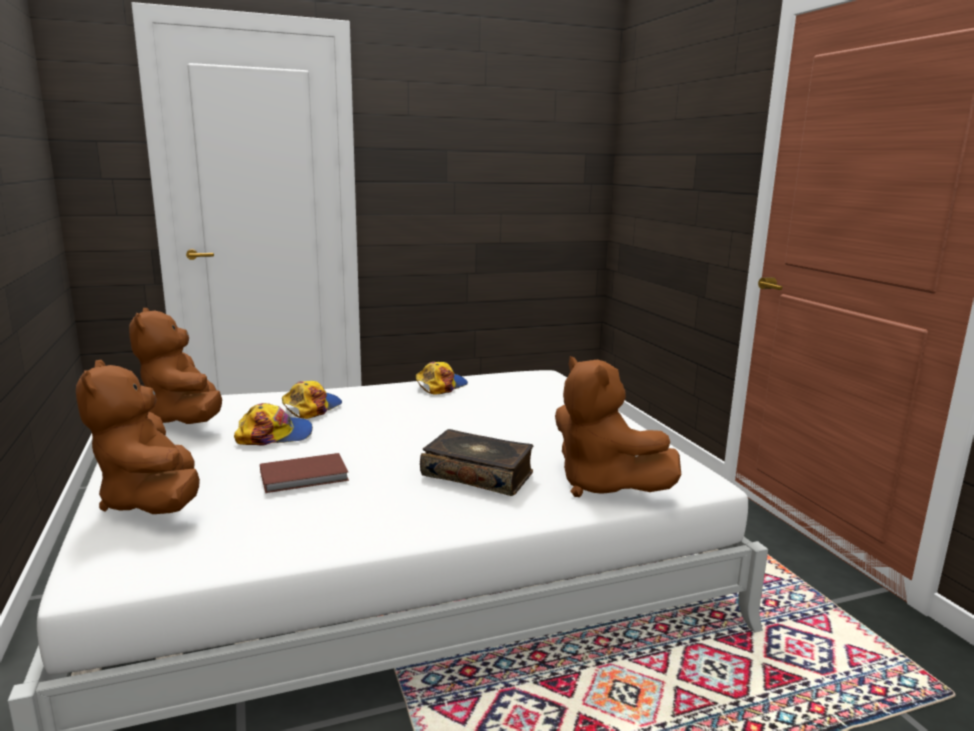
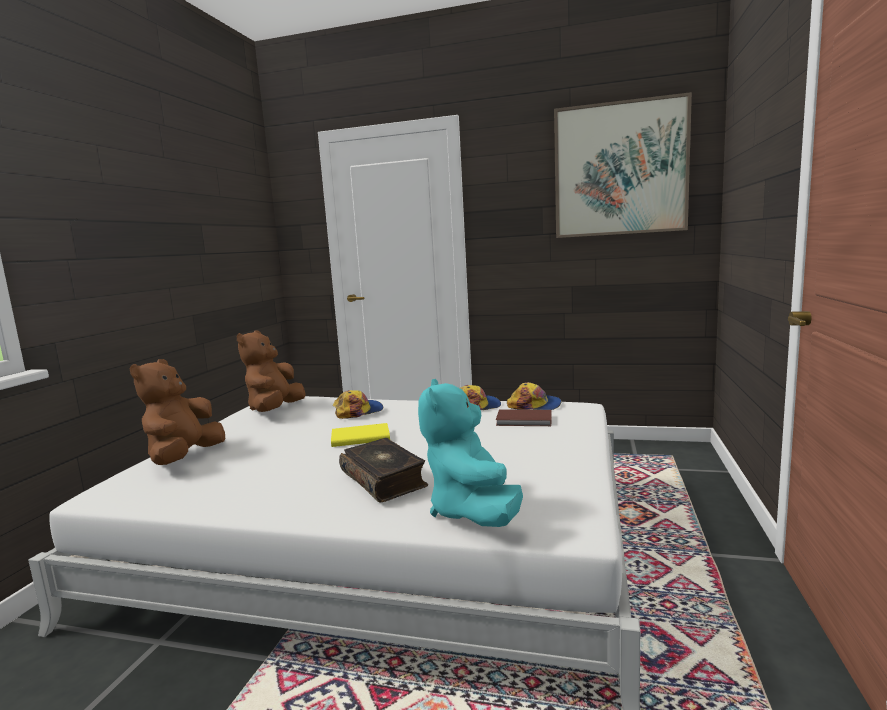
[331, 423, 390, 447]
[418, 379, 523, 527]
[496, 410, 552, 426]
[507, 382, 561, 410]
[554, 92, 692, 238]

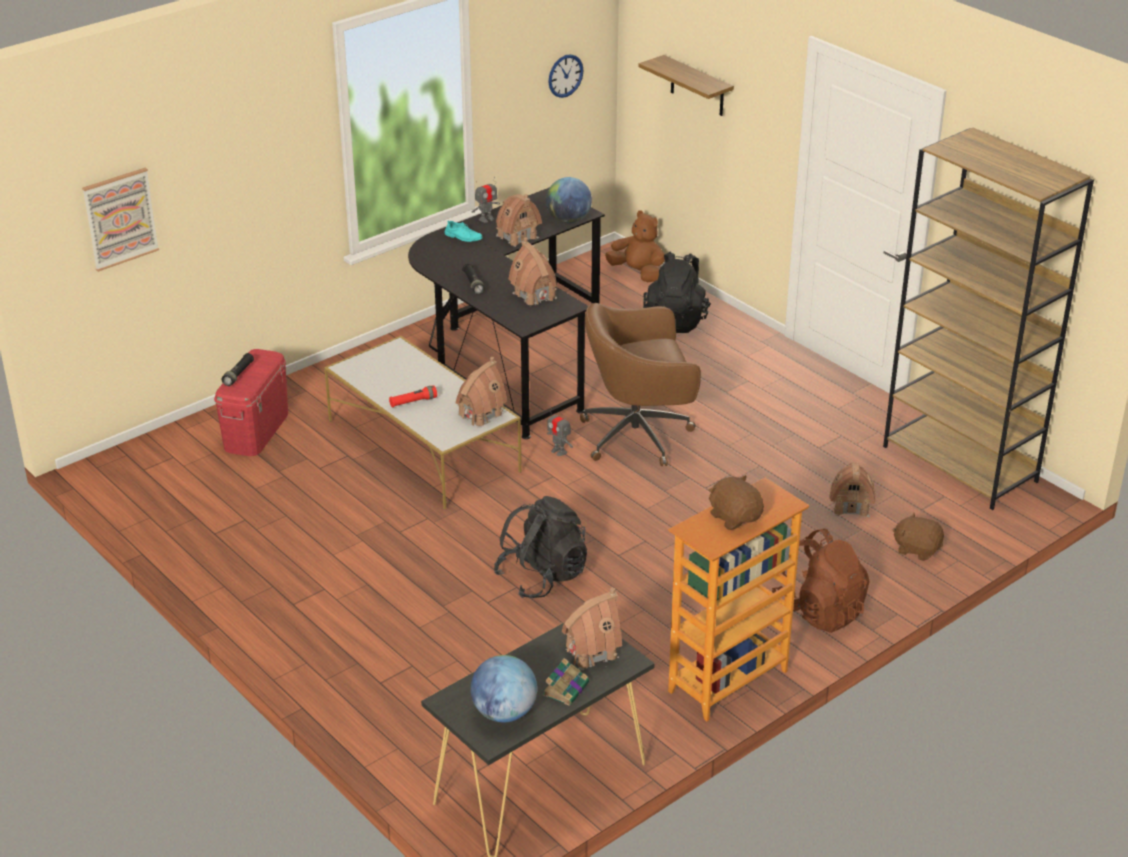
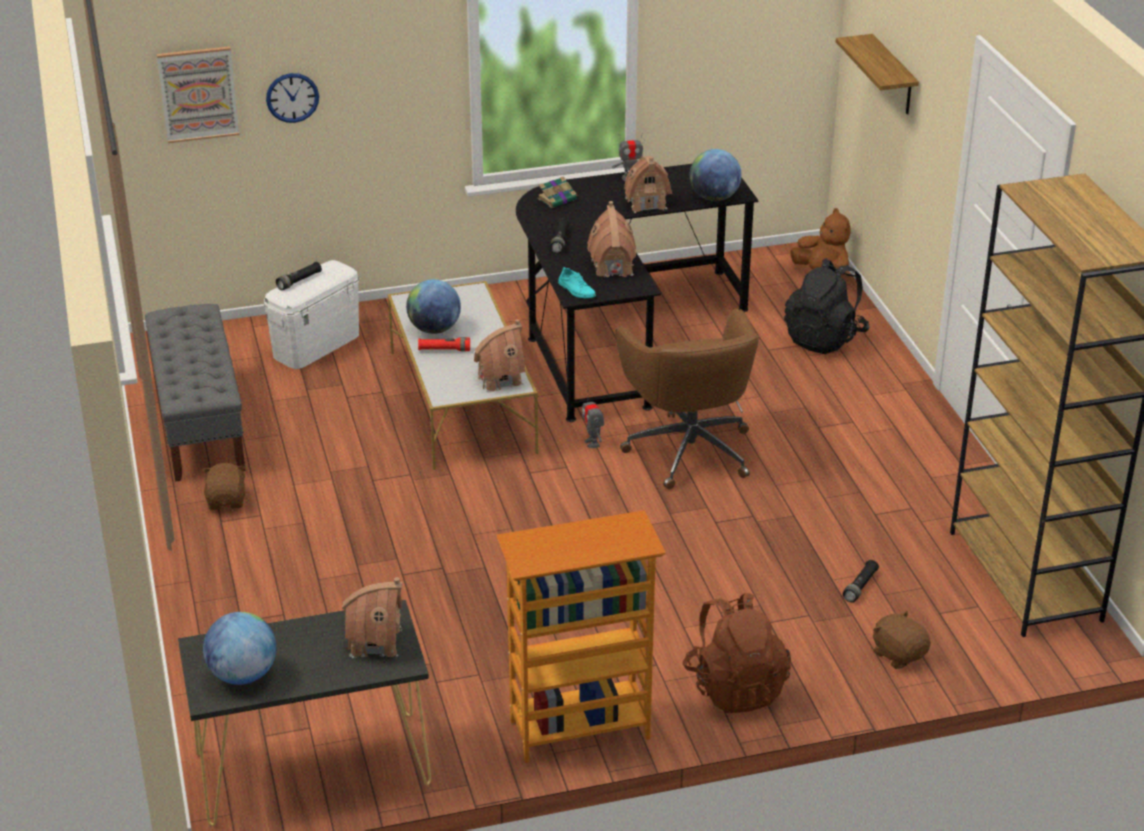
[145, 304, 246, 482]
[202, 463, 246, 510]
[264, 260, 359, 369]
[266, 73, 319, 123]
[406, 279, 461, 334]
[537, 176, 578, 208]
[558, 267, 596, 298]
[615, 309, 759, 489]
[843, 560, 879, 602]
[494, 496, 587, 598] (first image)

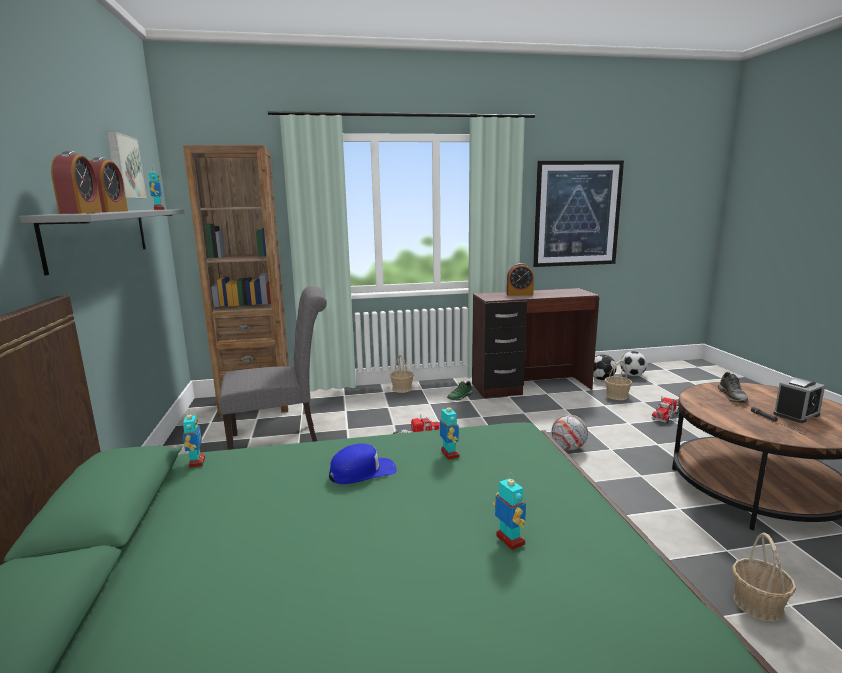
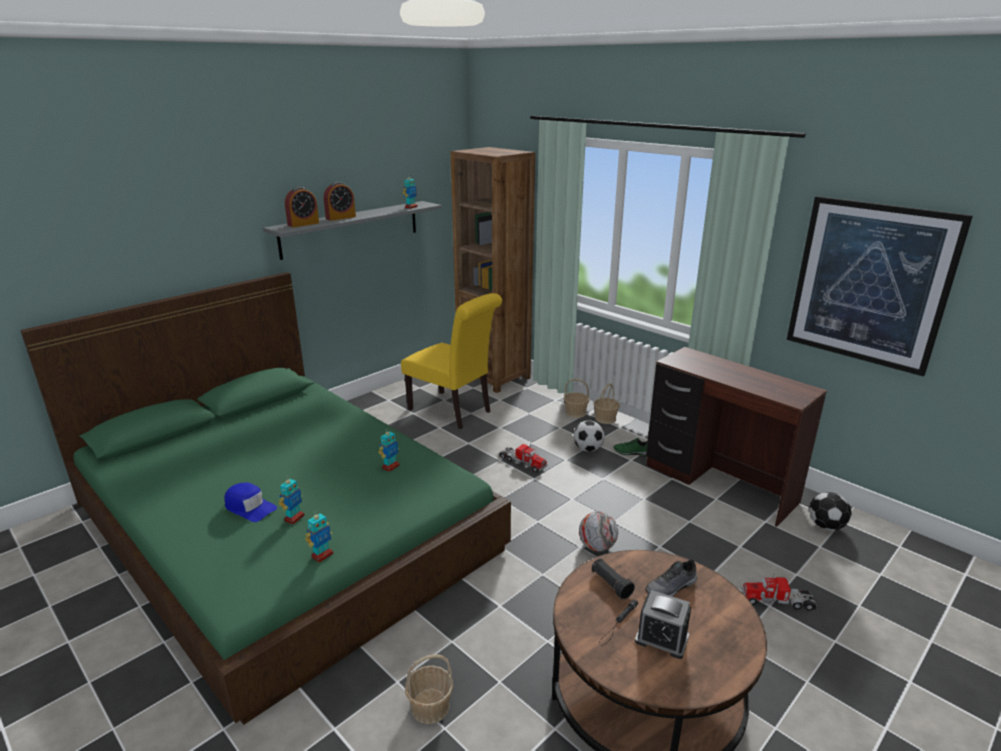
[224, 483, 277, 522]
[305, 513, 334, 562]
[401, 293, 502, 429]
[564, 379, 589, 418]
[573, 421, 605, 451]
[592, 558, 635, 600]
[106, 131, 147, 198] (first image)
[507, 263, 534, 296] (first image)

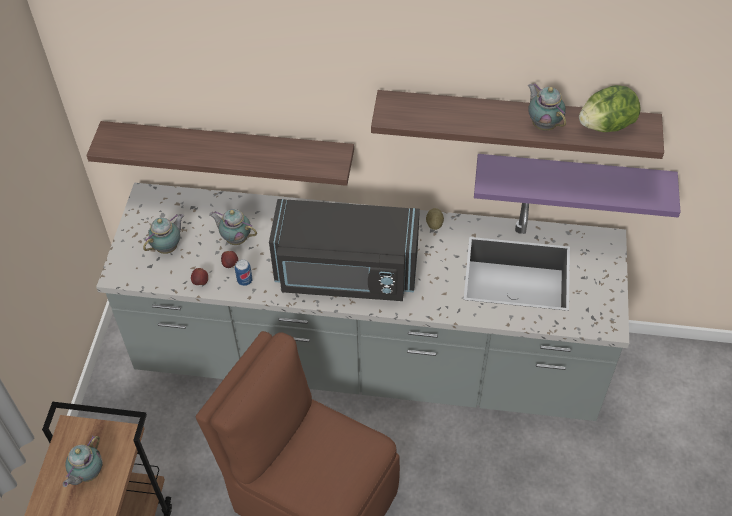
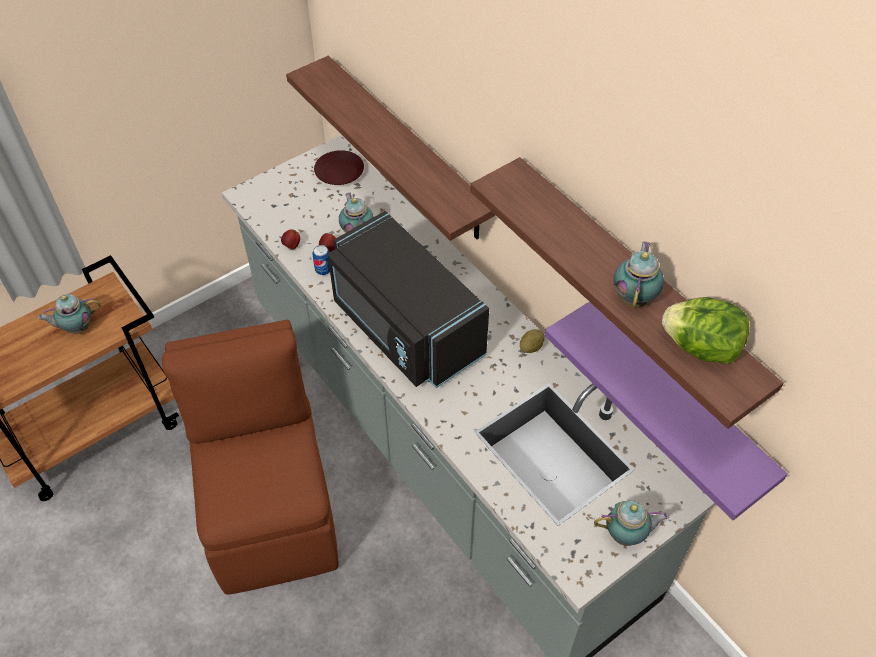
[314, 150, 364, 185]
[594, 500, 669, 546]

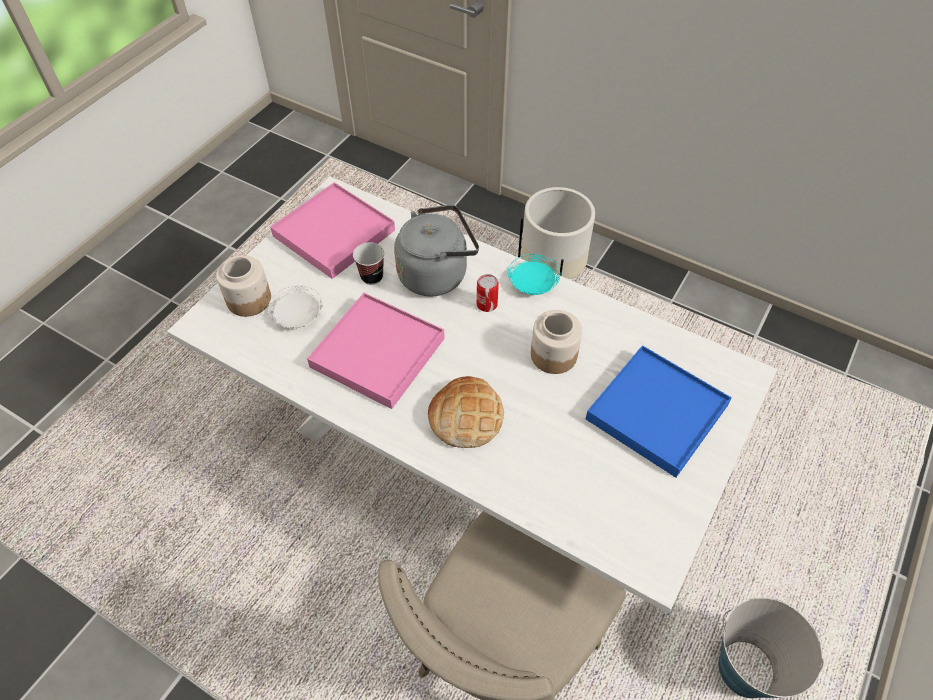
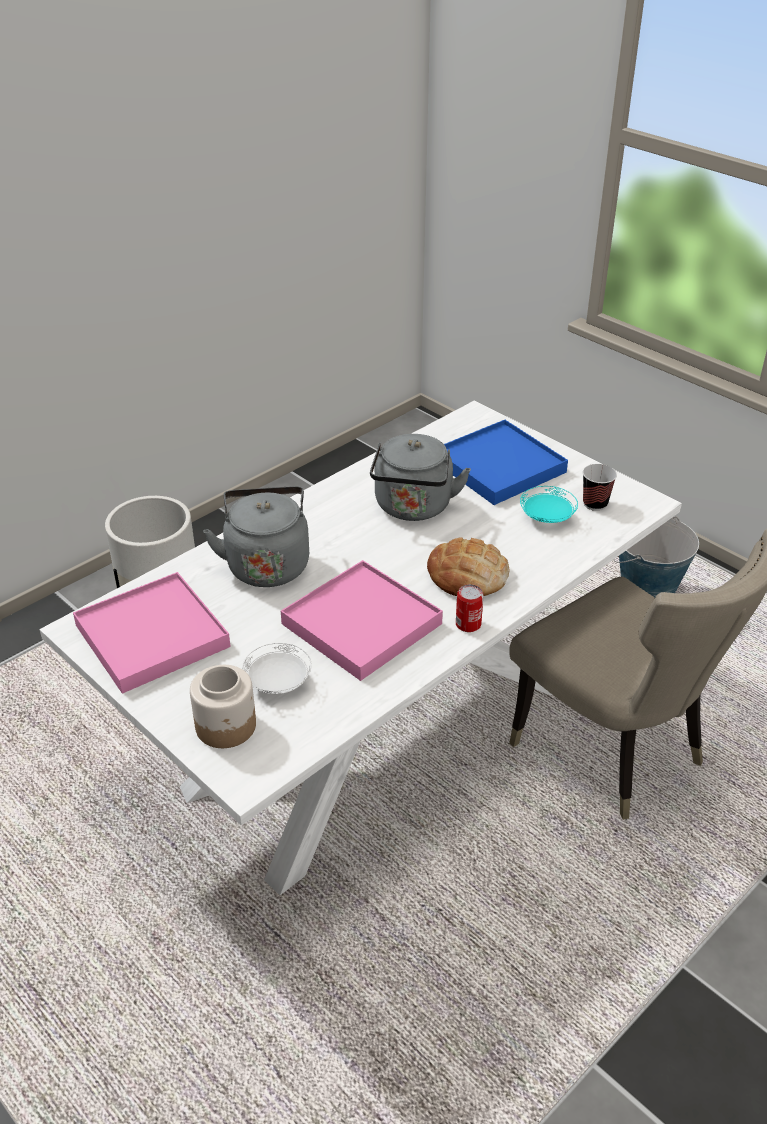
[370, 434, 471, 521]
[456, 584, 484, 632]
[520, 486, 578, 523]
[583, 464, 617, 511]

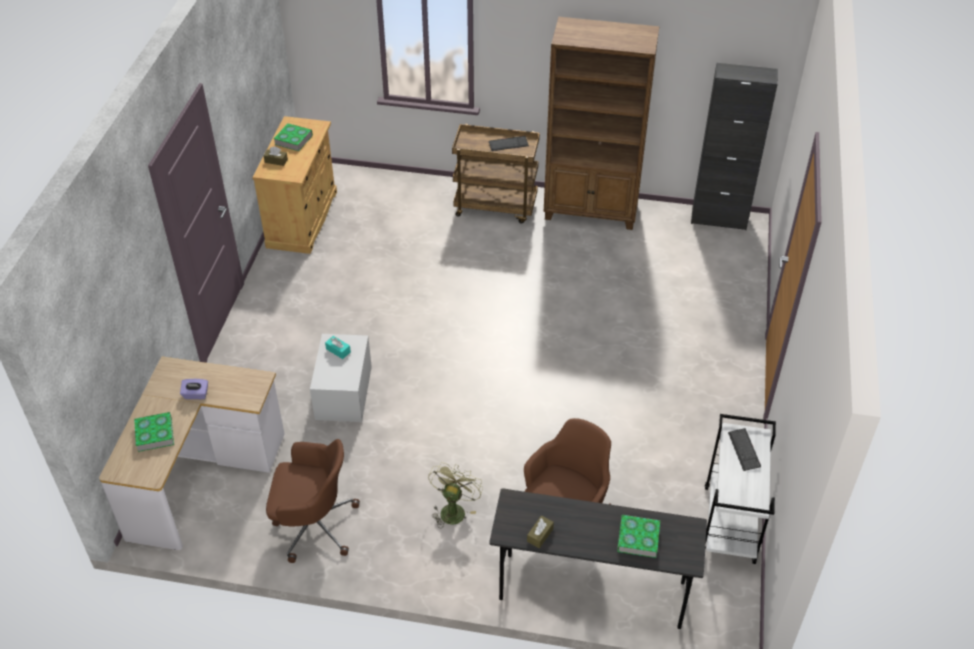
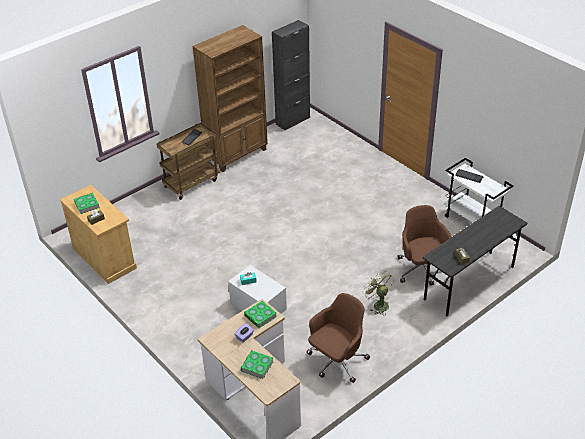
[244, 301, 276, 328]

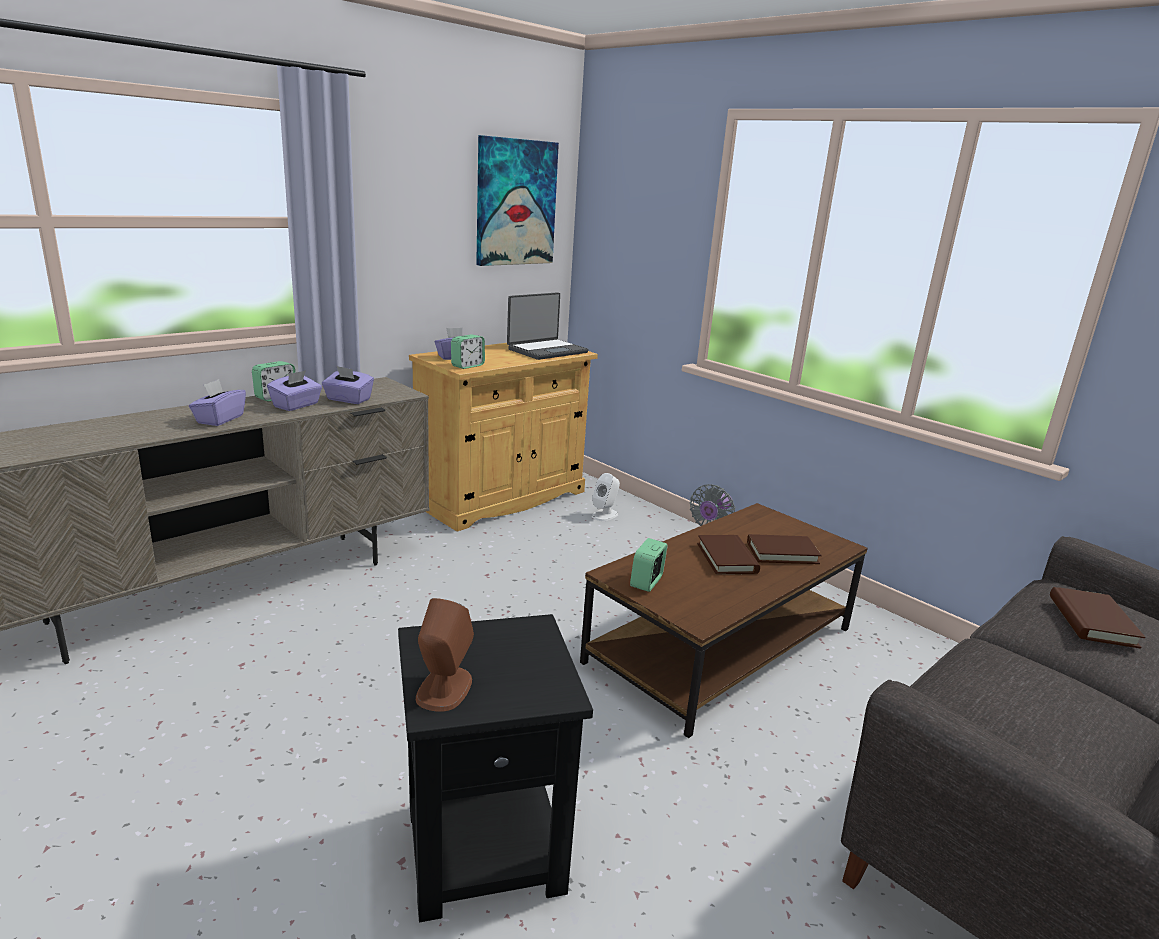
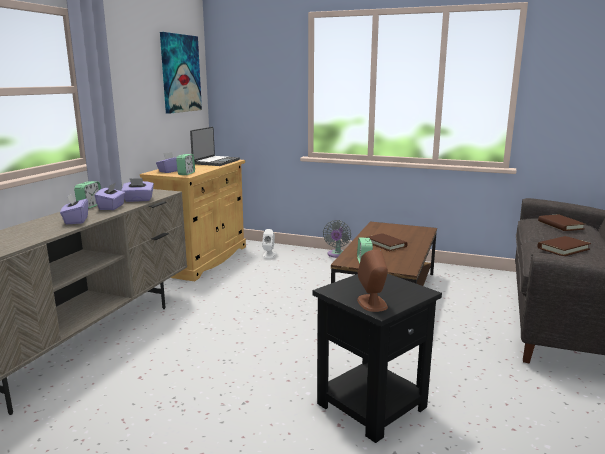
[538, 236, 591, 256]

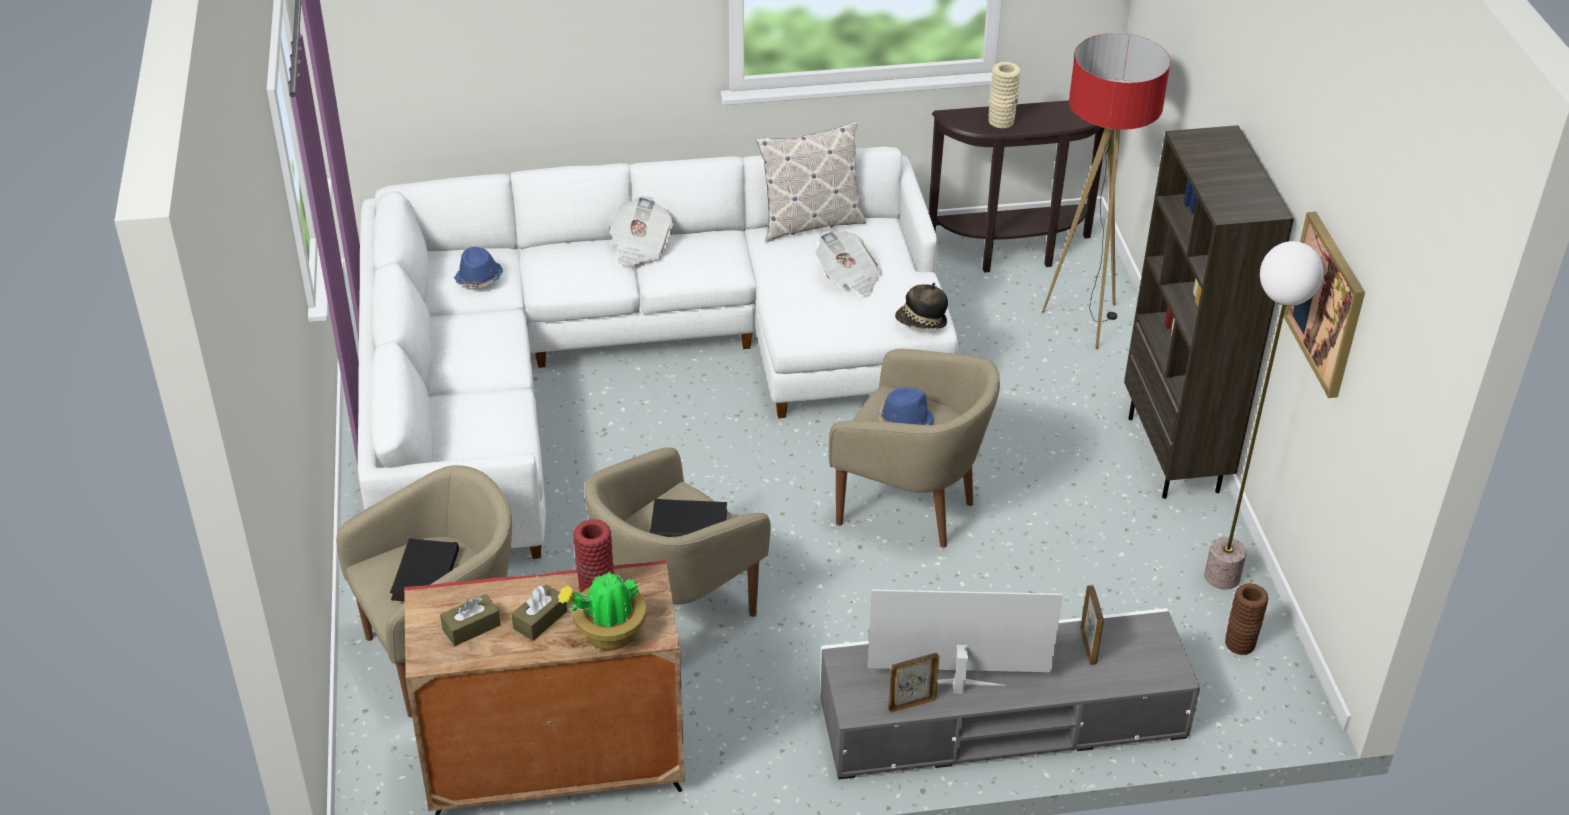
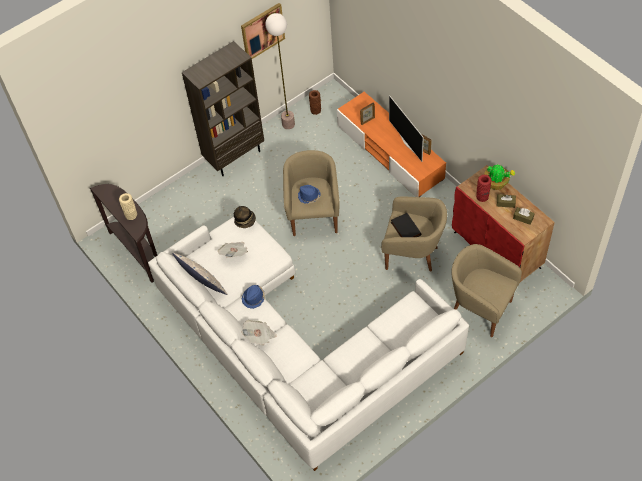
[242, 285, 265, 309]
[337, 92, 446, 197]
[390, 538, 459, 601] (first image)
[1042, 33, 1171, 349] (first image)

